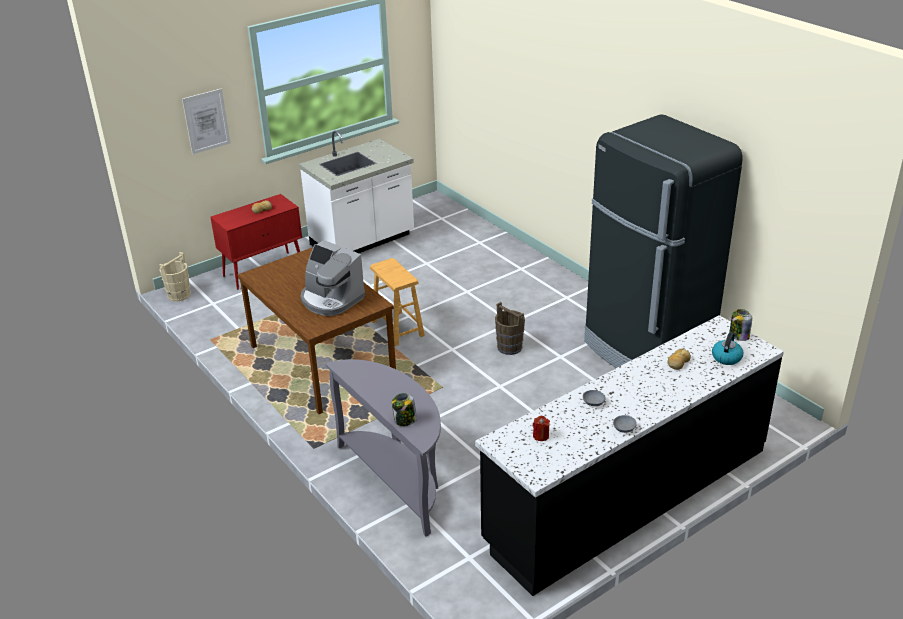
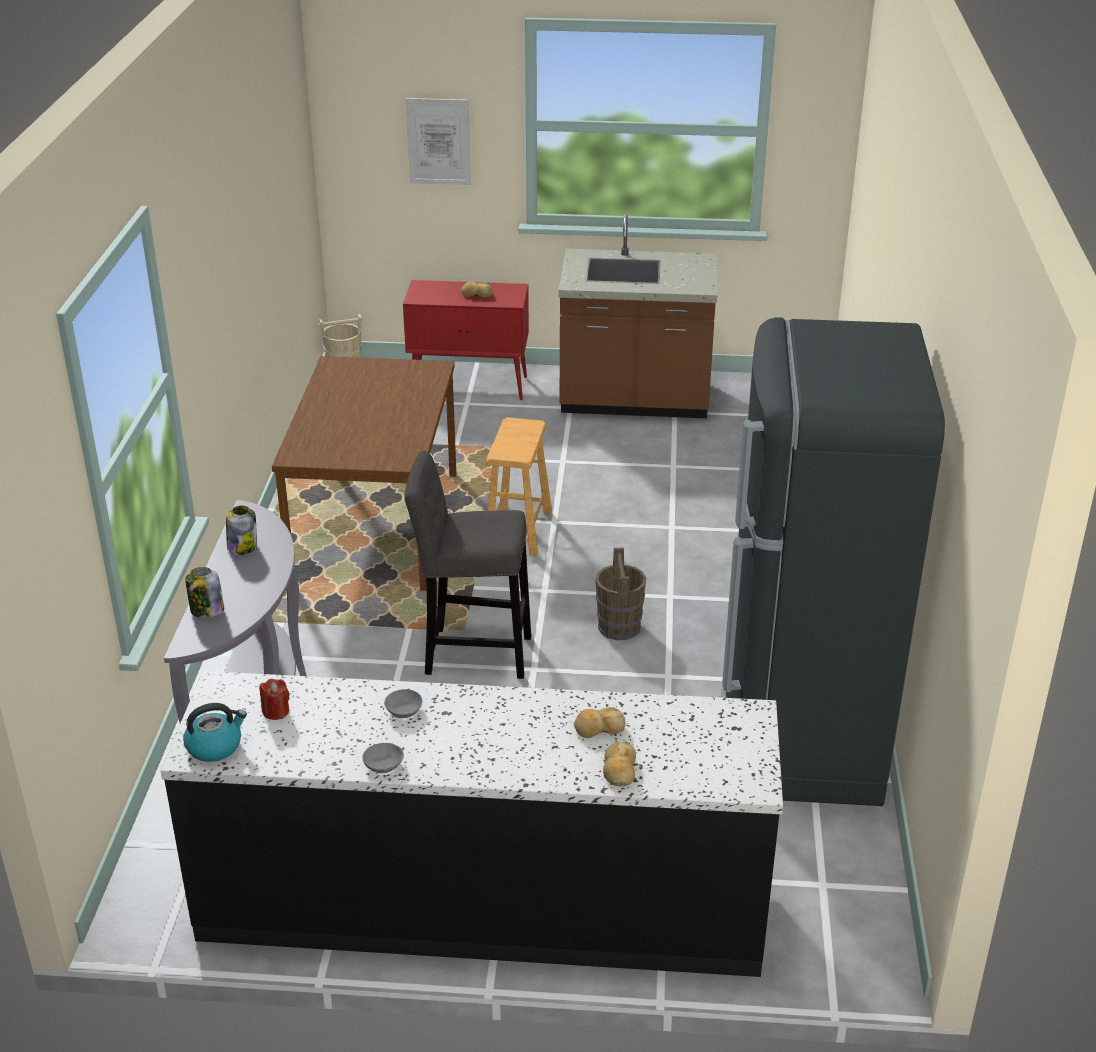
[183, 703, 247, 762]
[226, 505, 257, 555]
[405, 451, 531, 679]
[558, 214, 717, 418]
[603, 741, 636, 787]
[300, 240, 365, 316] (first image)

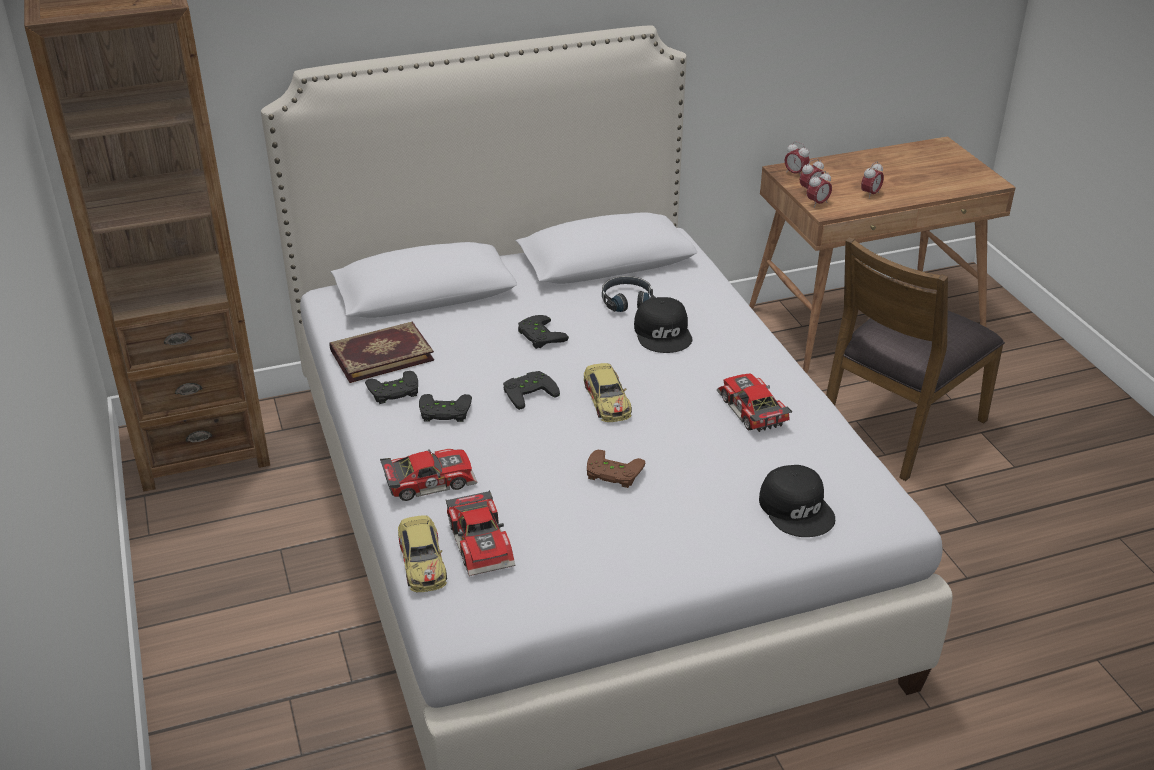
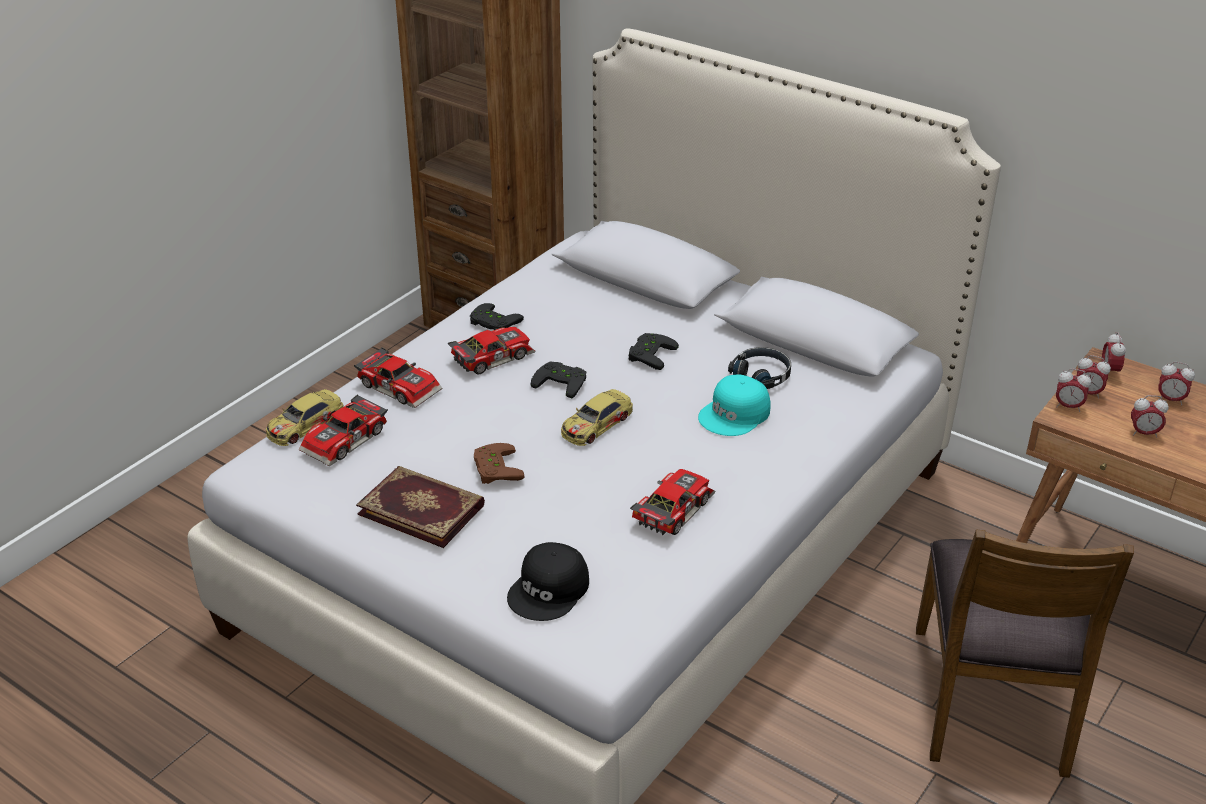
[356, 466, 485, 548]
[448, 327, 535, 374]
[698, 374, 771, 436]
[916, 530, 1134, 778]
[1158, 362, 1195, 405]

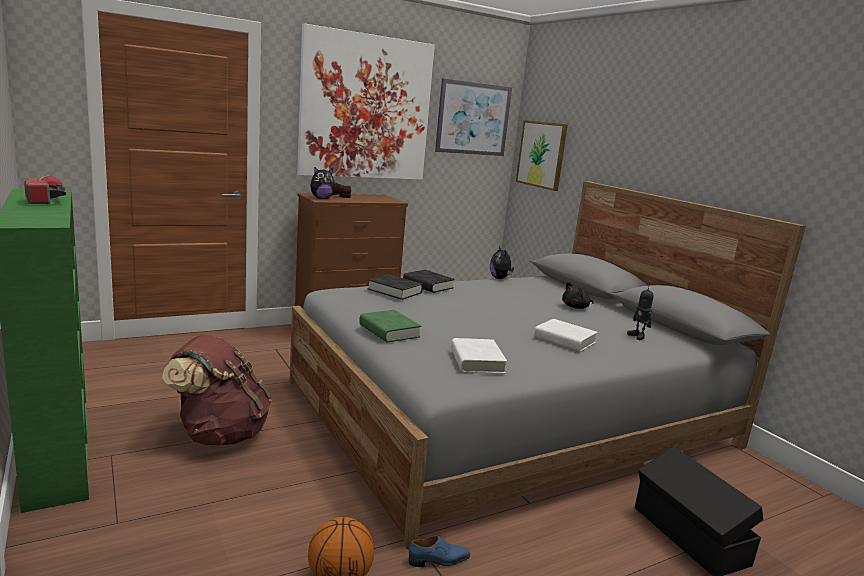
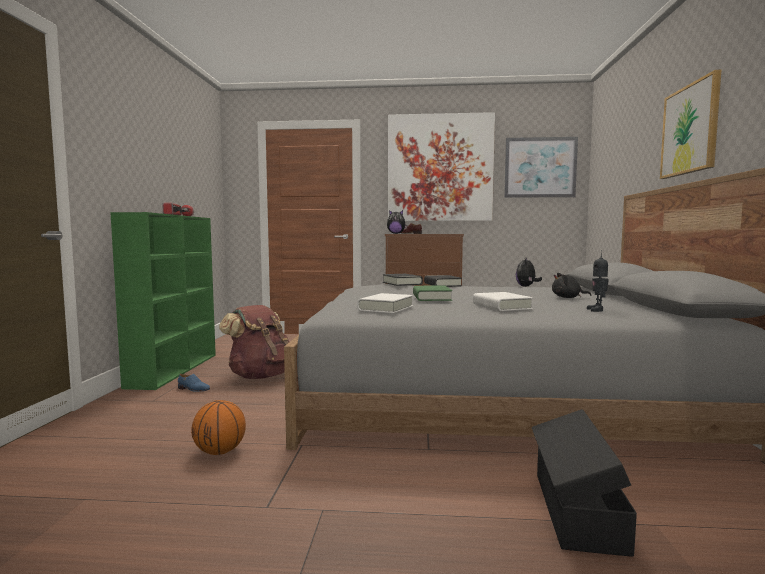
[178, 374, 210, 392]
[413, 286, 452, 301]
[660, 70, 721, 179]

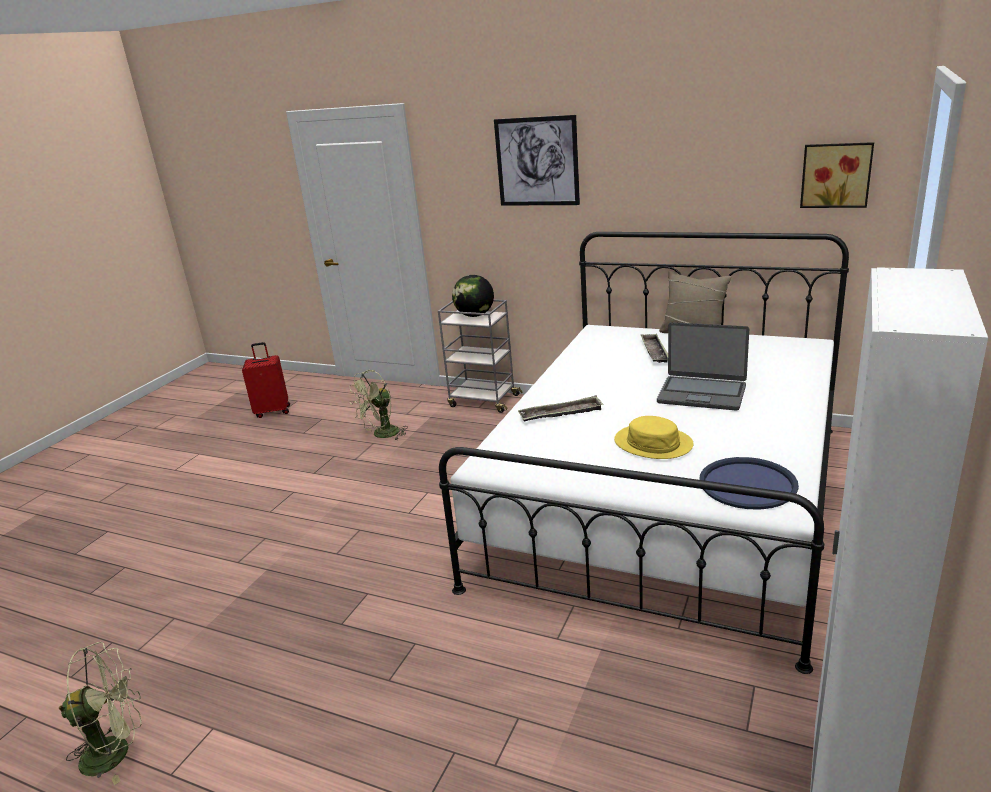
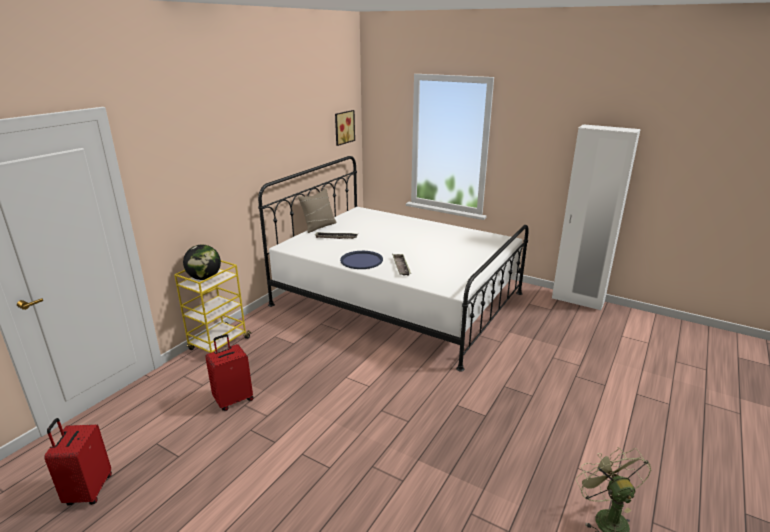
[174, 260, 252, 353]
[205, 334, 254, 411]
[340, 251, 383, 269]
[494, 115, 580, 206] (first image)
[614, 416, 694, 459] (first image)
[657, 322, 749, 411] (first image)

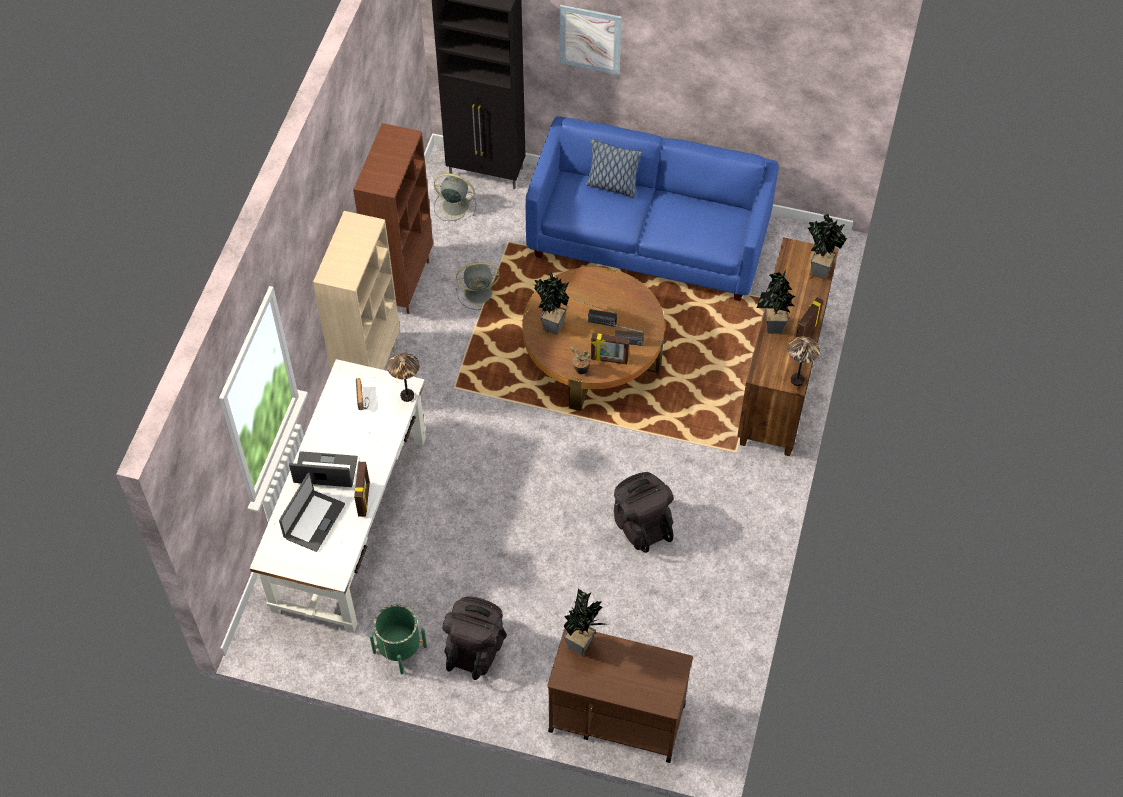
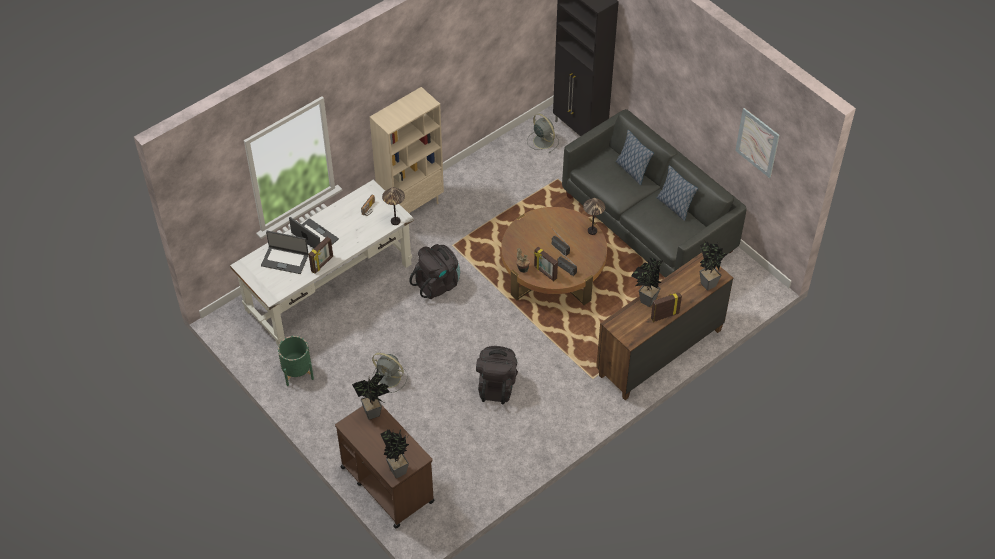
[261, 231, 309, 274]
[372, 353, 408, 393]
[381, 429, 409, 478]
[409, 244, 460, 299]
[562, 109, 747, 278]
[583, 198, 605, 235]
[657, 165, 698, 221]
[735, 108, 780, 178]
[353, 123, 433, 314] (first image)

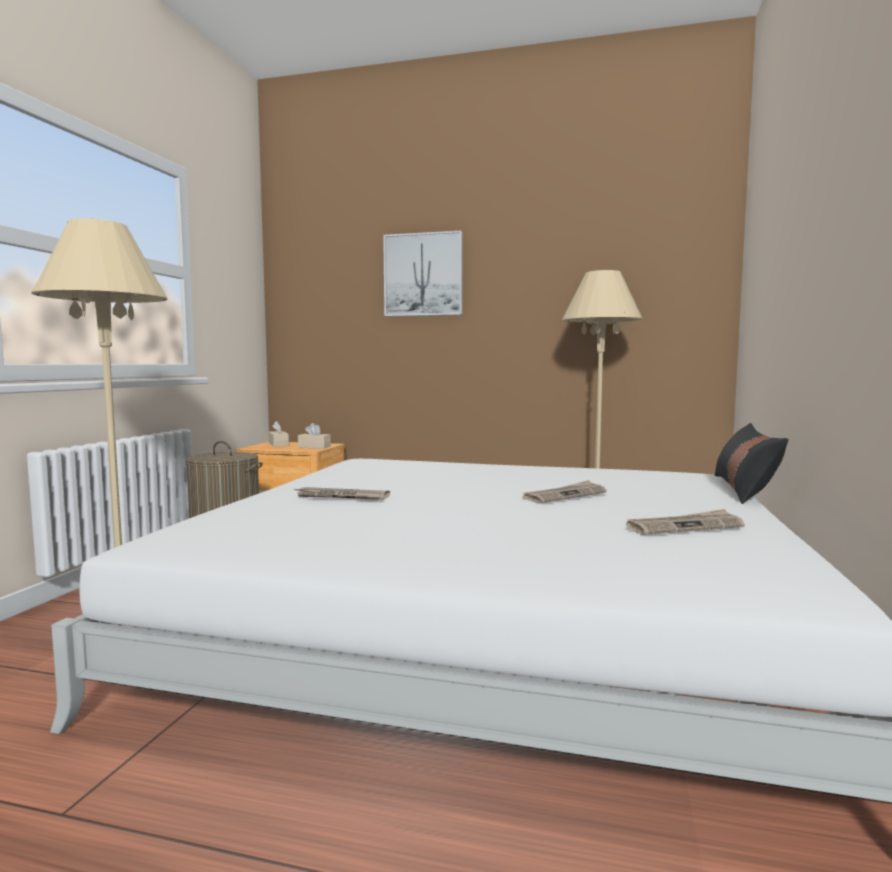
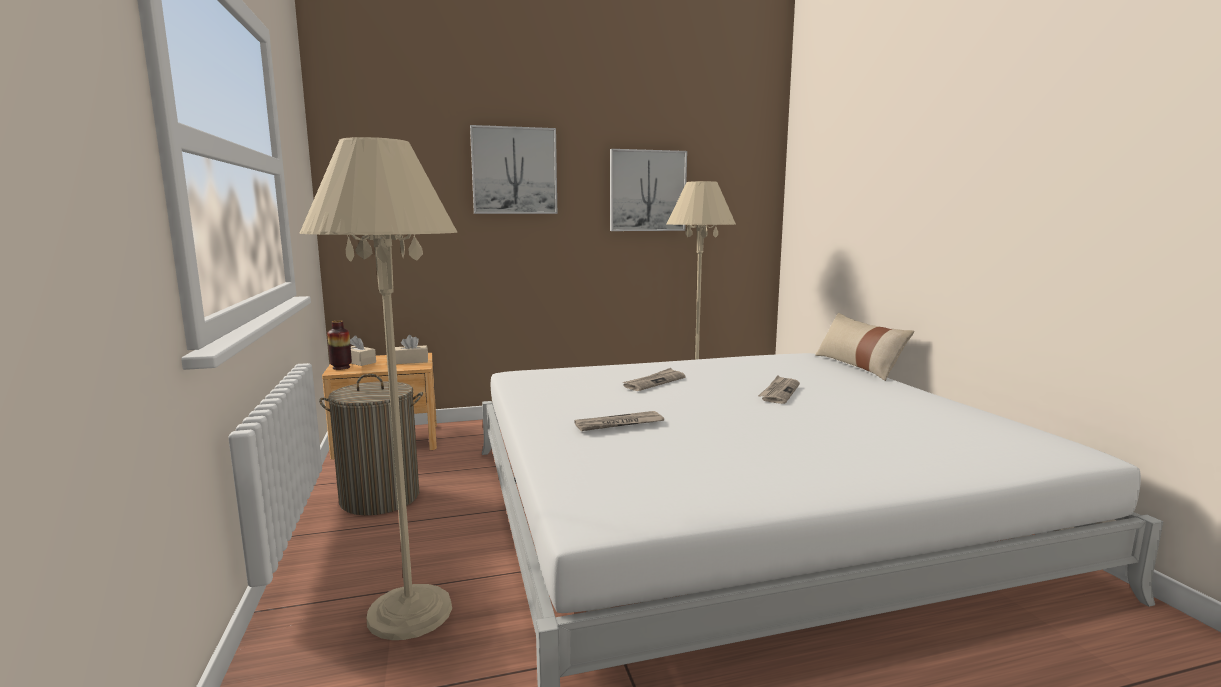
[327, 320, 352, 370]
[610, 149, 687, 231]
[622, 368, 686, 391]
[815, 313, 915, 381]

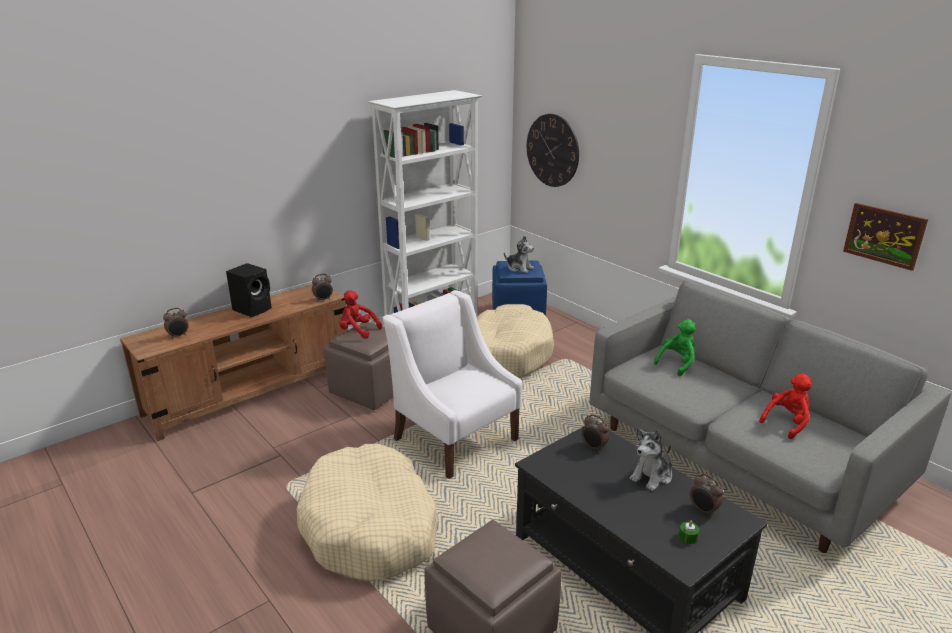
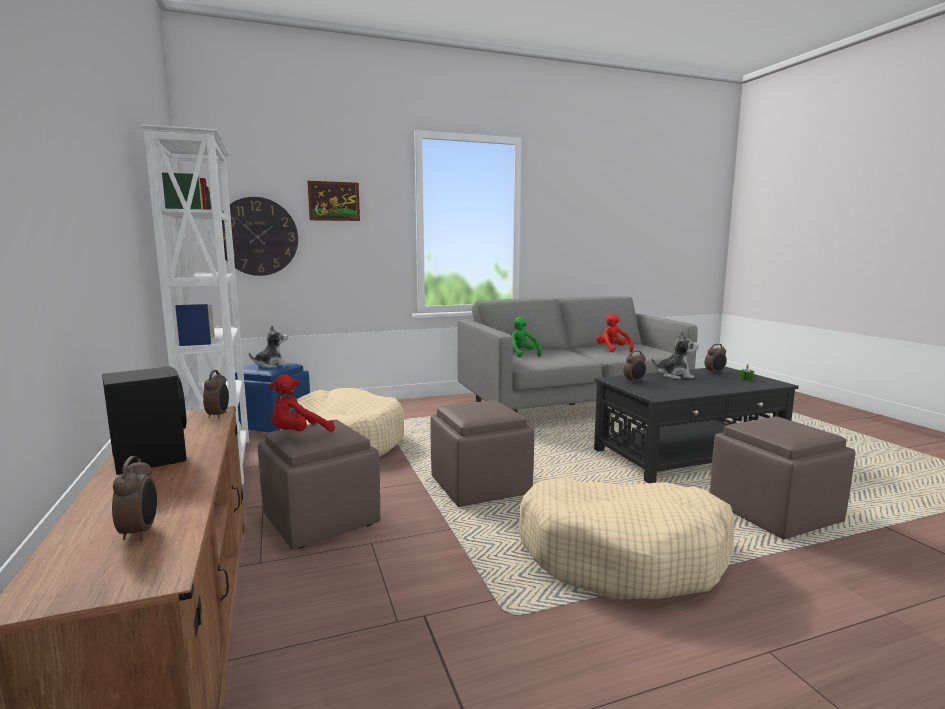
[307, 181, 360, 221]
[430, 400, 534, 507]
[652, 331, 699, 379]

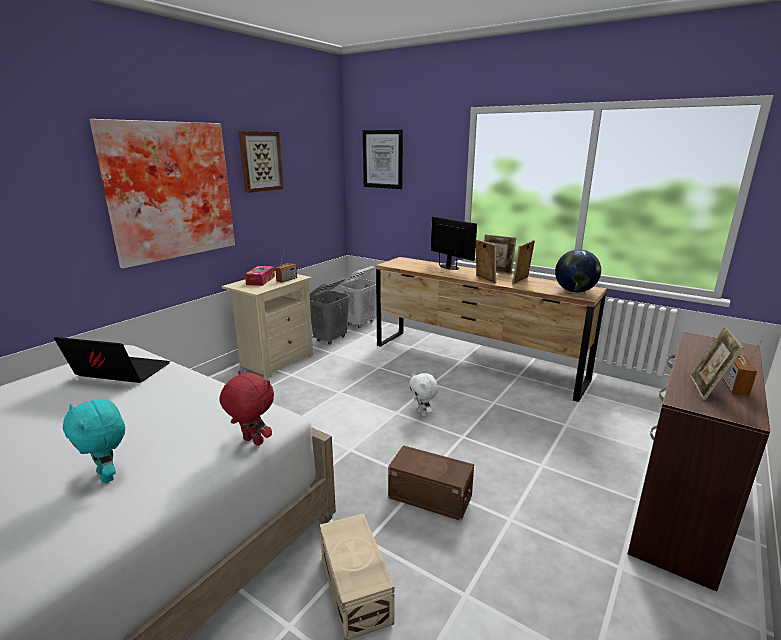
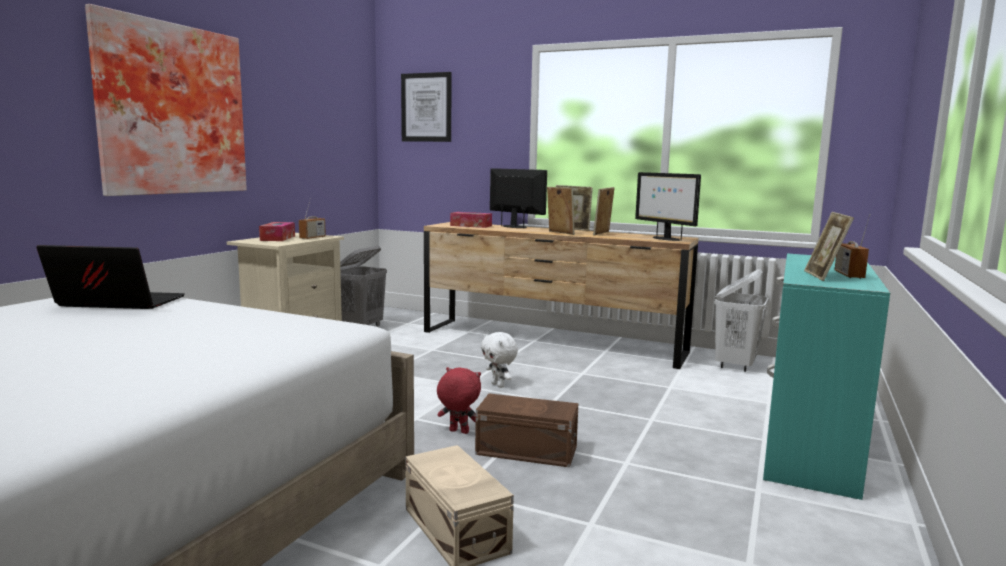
[437, 367, 481, 434]
[450, 212, 492, 228]
[635, 172, 701, 241]
[715, 269, 769, 372]
[763, 254, 890, 500]
[63, 399, 125, 483] (first image)
[239, 131, 284, 193] (first image)

